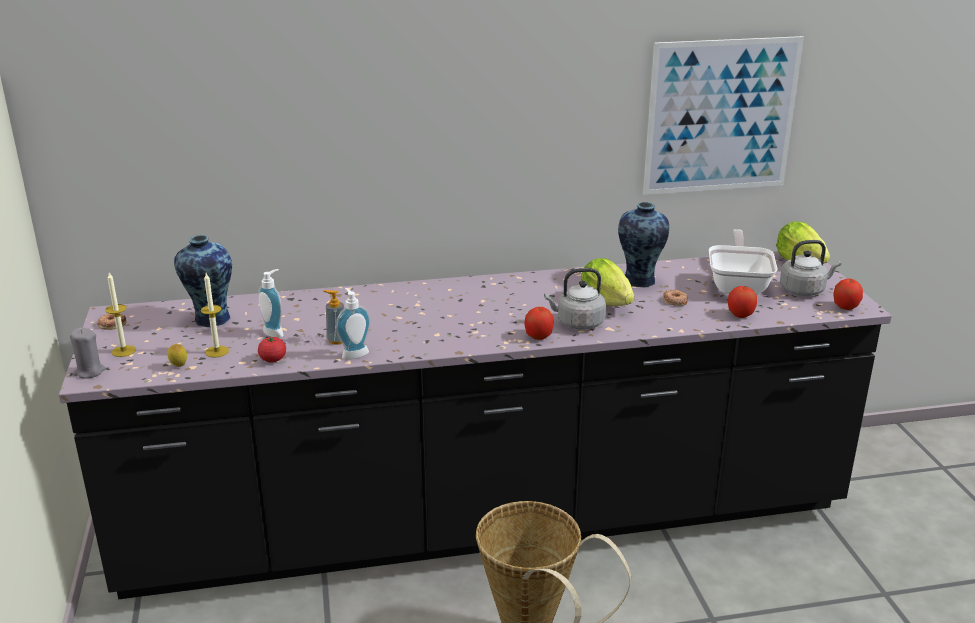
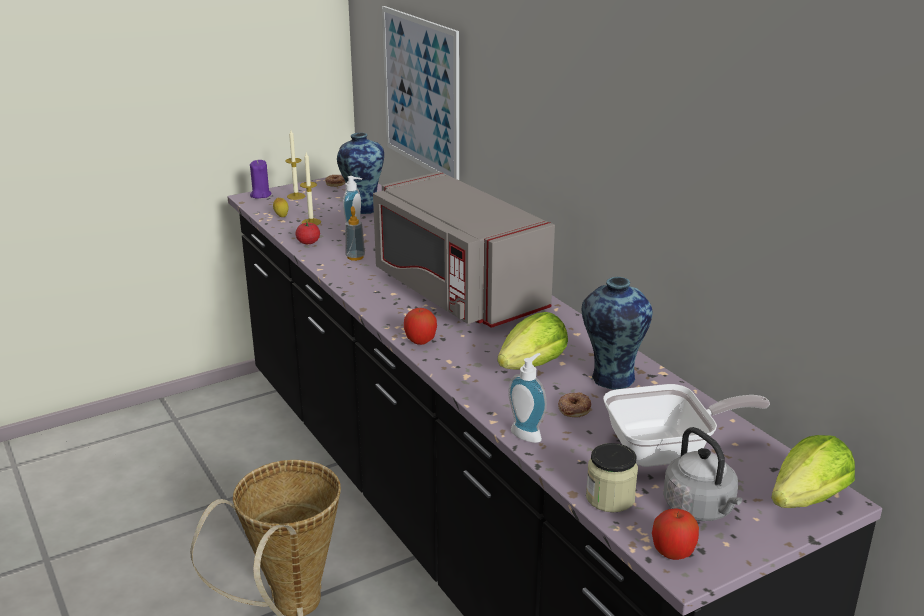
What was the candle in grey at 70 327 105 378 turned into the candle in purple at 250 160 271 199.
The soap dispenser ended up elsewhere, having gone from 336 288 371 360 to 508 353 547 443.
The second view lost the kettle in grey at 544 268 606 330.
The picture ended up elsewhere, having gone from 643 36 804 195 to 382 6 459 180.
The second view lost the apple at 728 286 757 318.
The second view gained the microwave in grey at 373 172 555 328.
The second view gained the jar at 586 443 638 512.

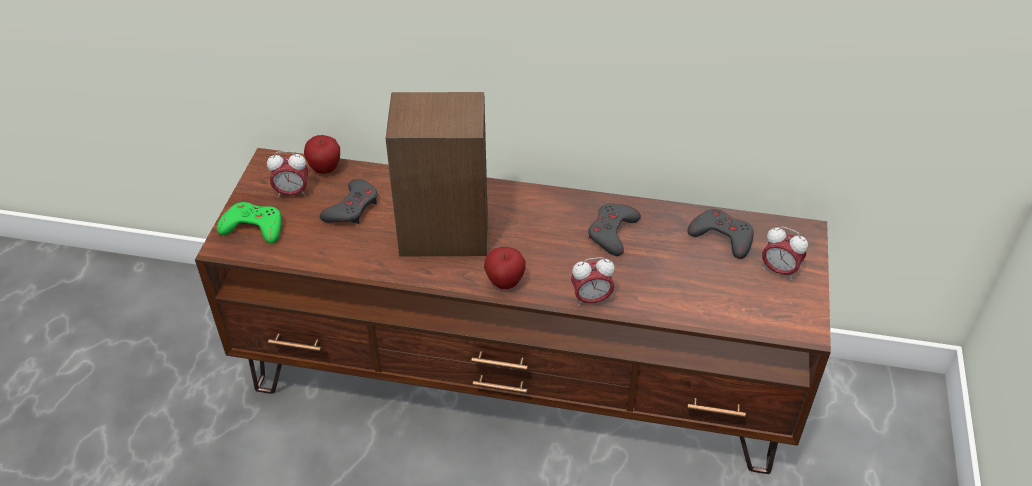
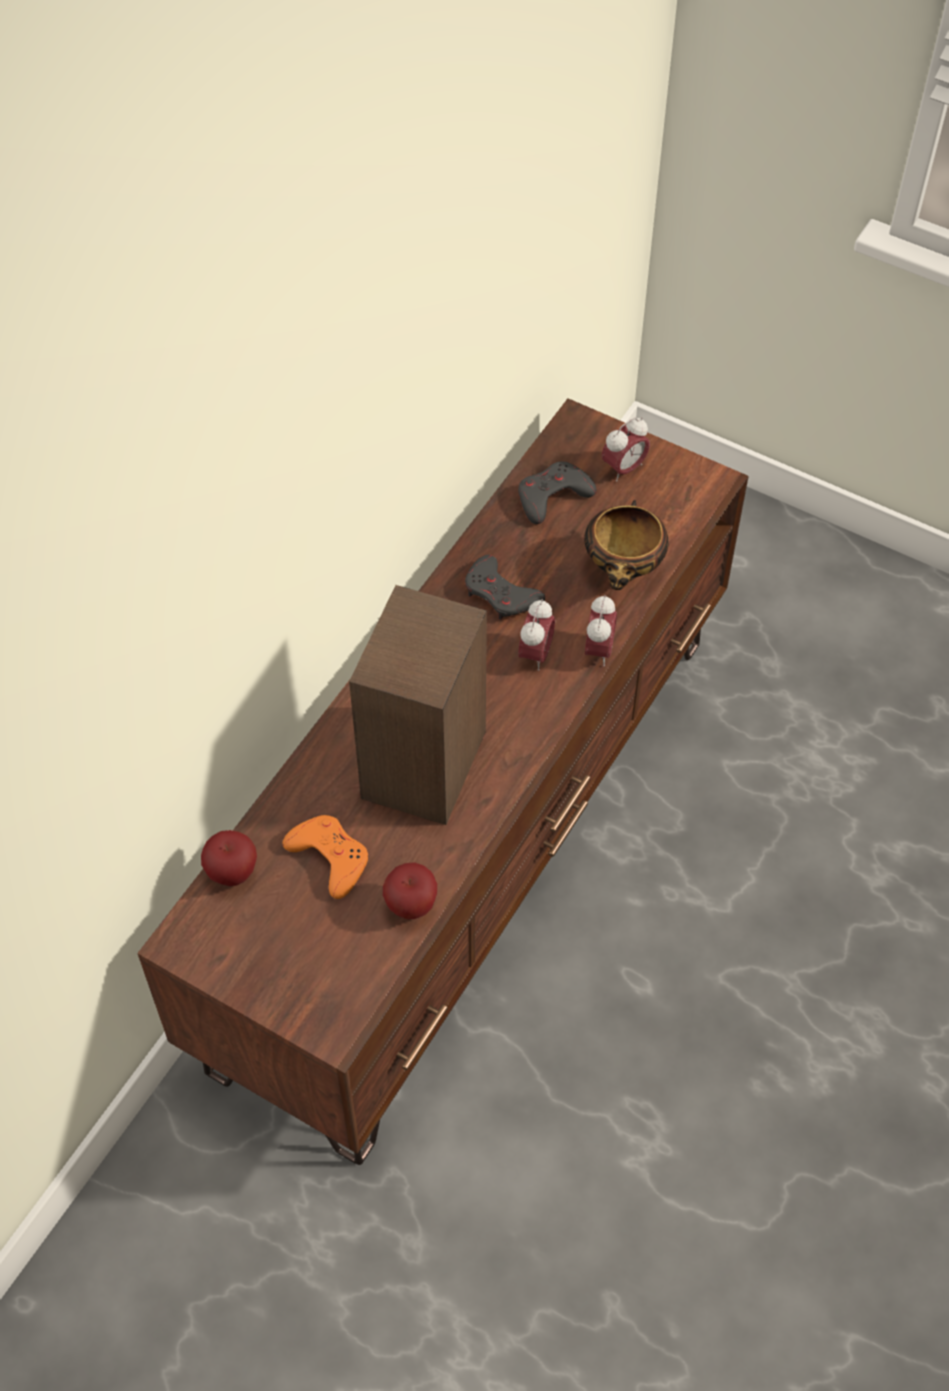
The second view lost the game controller in green at 217 202 281 243.
The alarm clock ended up elsewhere, having gone from 267 151 308 198 to 518 599 555 671.
What was the game controller in grey at 320 179 378 224 turned into the game controller in orange at 283 815 368 899.
The apple ended up elsewhere, having gone from 484 247 526 289 to 383 862 437 920.
The second view gained the bowl at 584 500 669 590.

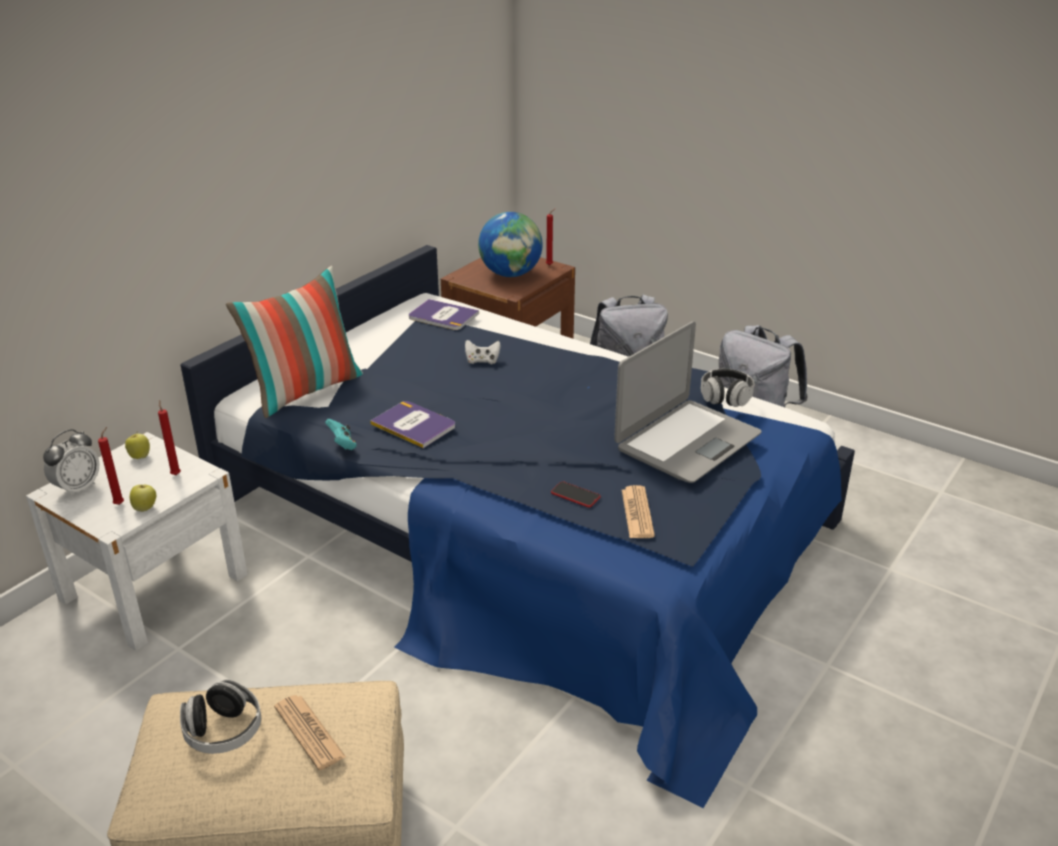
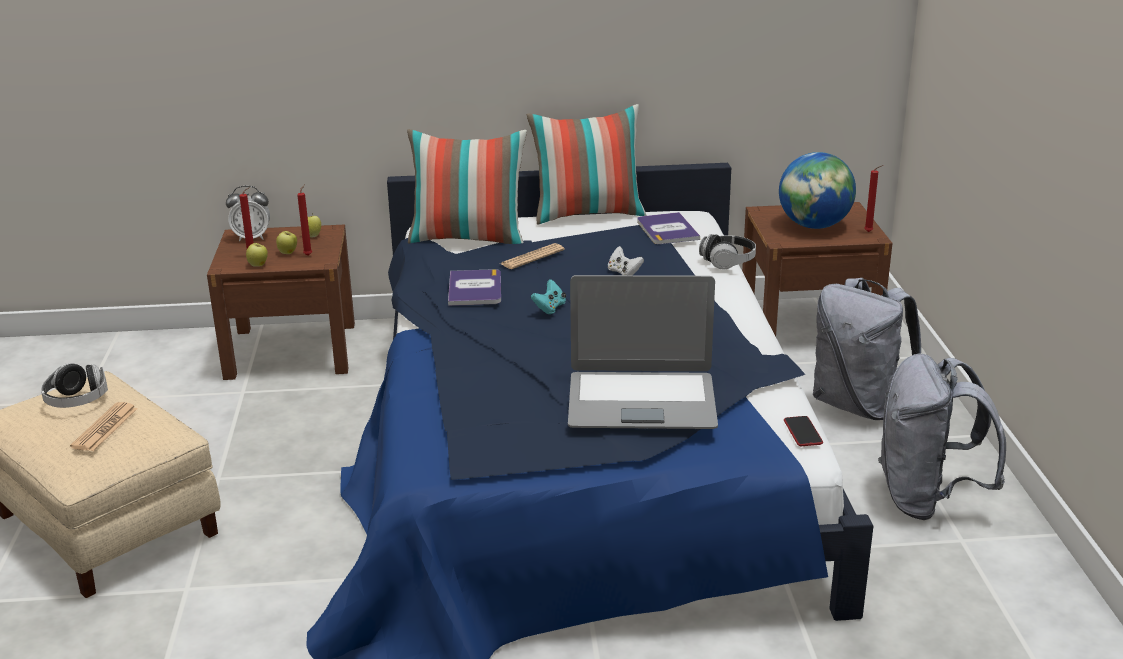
What was the nightstand in white at 26 432 248 651 turned into the nightstand in brown at 207 225 355 380.
The game controller in turquoise ended up elsewhere, having gone from 325 419 357 450 to 531 279 566 314.
The phone ended up elsewhere, having gone from 551 481 601 507 to 784 416 823 446.
The newspaper ended up elsewhere, having gone from 622 485 655 538 to 501 243 565 269.
The headphones ended up elsewhere, having gone from 701 369 754 407 to 699 234 756 269.
The second view gained the apple at 276 230 297 254.
The second view gained the pillow at 527 104 646 225.

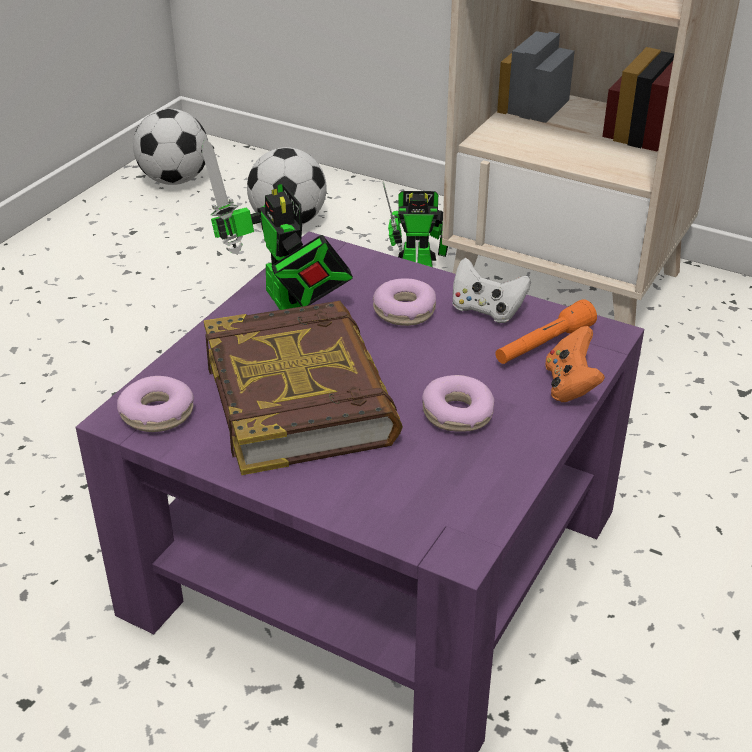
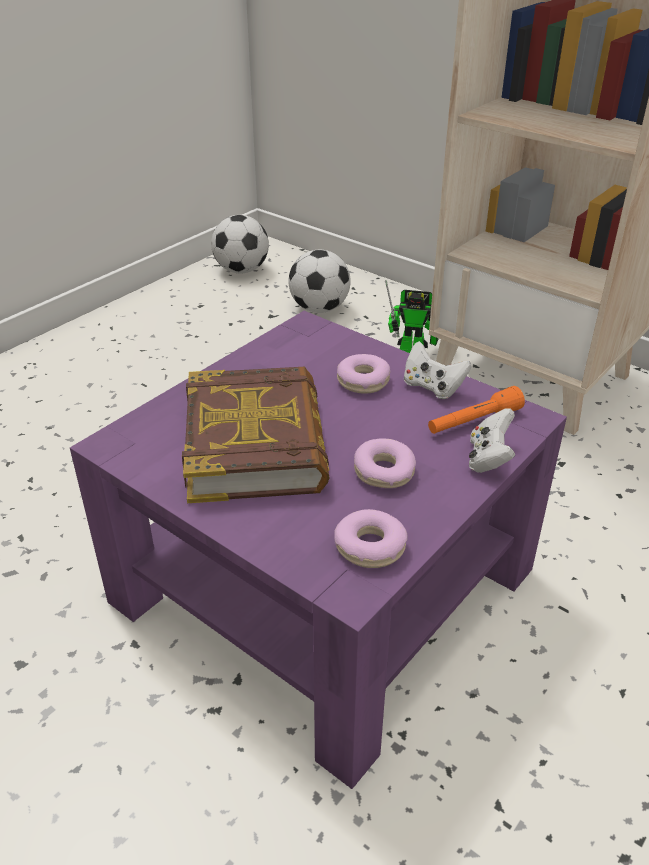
The donut ended up elsewhere, having gone from 117 376 194 432 to 334 509 408 568.
The second view lost the toy robot at 201 139 353 310.
What was the game controller in orange at 545 326 605 402 turned into the game controller in white at 469 408 515 473.

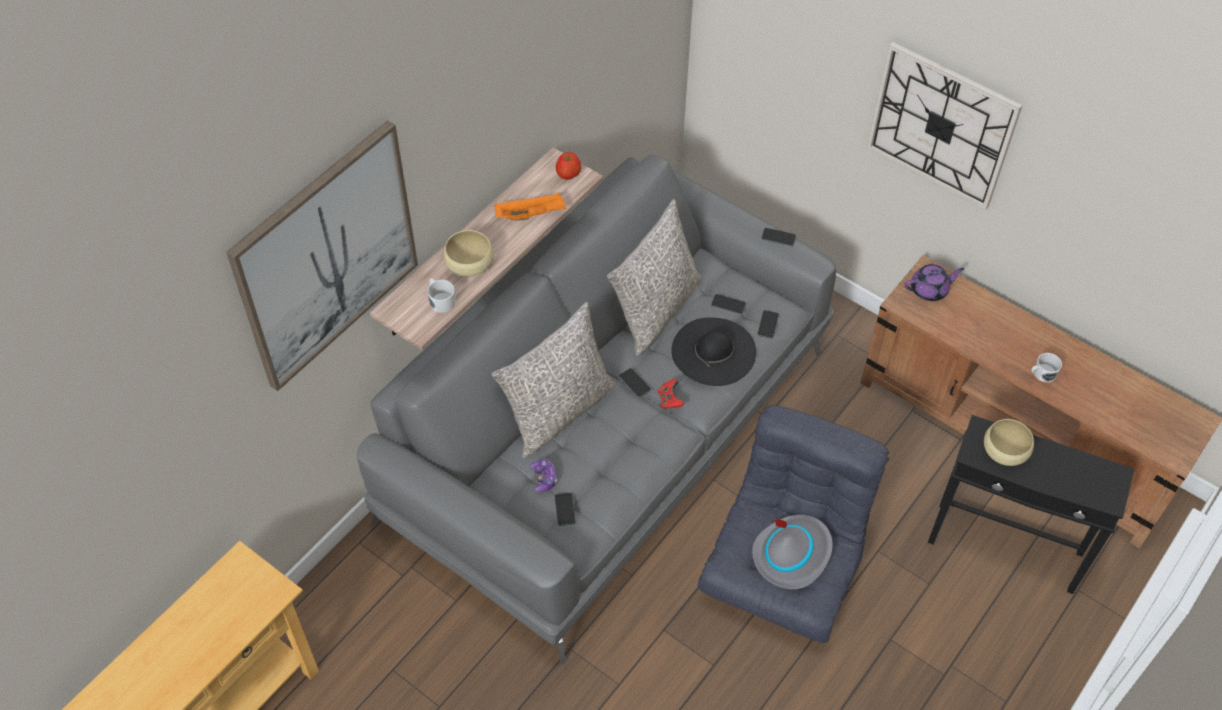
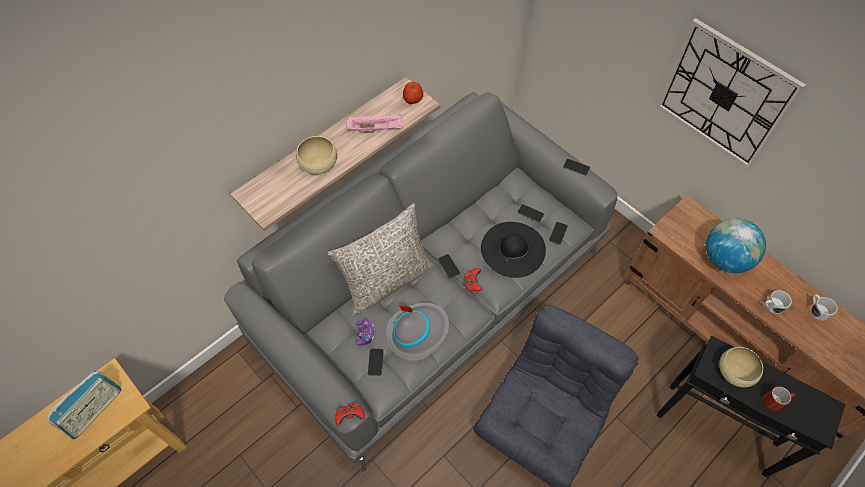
The second view lost the picture at 226 120 418 391.
The mug in white ended up elsewhere, having gone from 427 278 455 313 to 810 294 837 321.
What was the tray in orange at 494 192 566 220 turned into the tray in pink at 346 114 404 133.
The second view lost the pillow in grey at 607 199 702 356.
The hat in grey ended up elsewhere, having gone from 752 515 833 589 to 386 303 449 361.
The second view lost the teapot in purple at 905 264 964 301.
The second view gained the radio at 47 371 121 439.
The second view gained the game controller in red at 335 403 365 425.
The second view gained the globe at 706 218 766 273.
The second view gained the mug in red at 763 386 795 411.

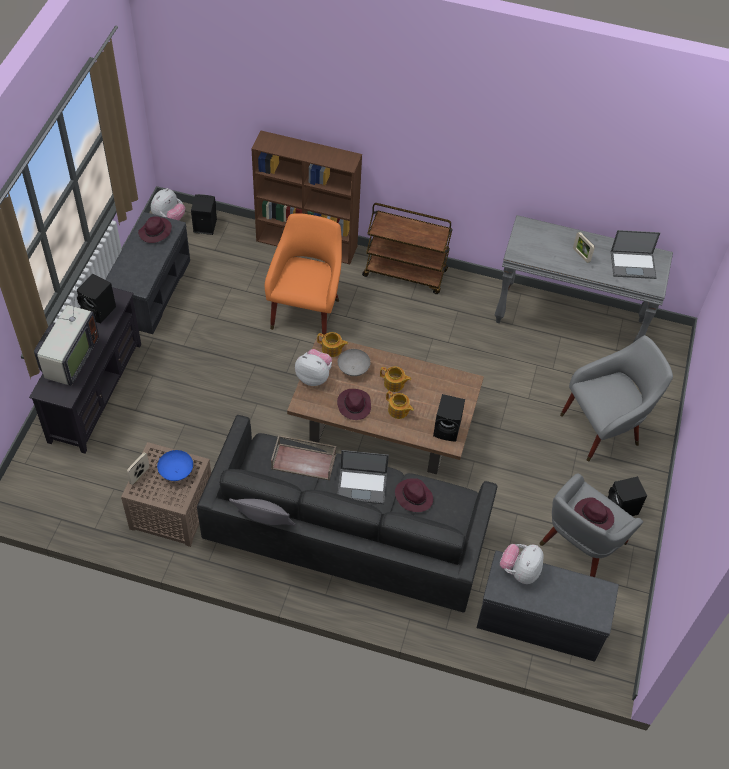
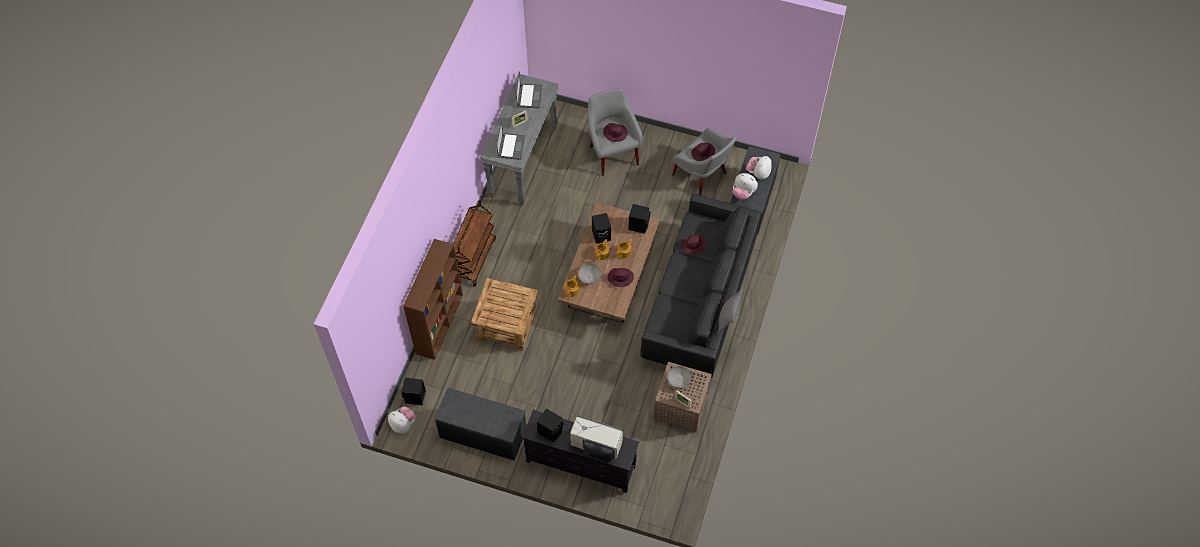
The hat in purple ended up elsewhere, having gone from 138 216 172 243 to 603 123 628 142.
What was the bowl in blue at 157 450 193 481 turned into the bowl in grey at 668 366 692 388.
Where the armchair in orange stood at 265 213 342 335, the side table in brown came to stand at 471 278 538 351.
The second view lost the tray in brown at 271 435 336 480.
The plush toy ended up elsewhere, having gone from 295 349 332 386 to 746 156 772 179.
The laptop ended up elsewhere, having gone from 338 450 389 504 to 496 121 525 160.
The speaker in black ended up elsewhere, having gone from 608 476 647 516 to 592 213 611 244.

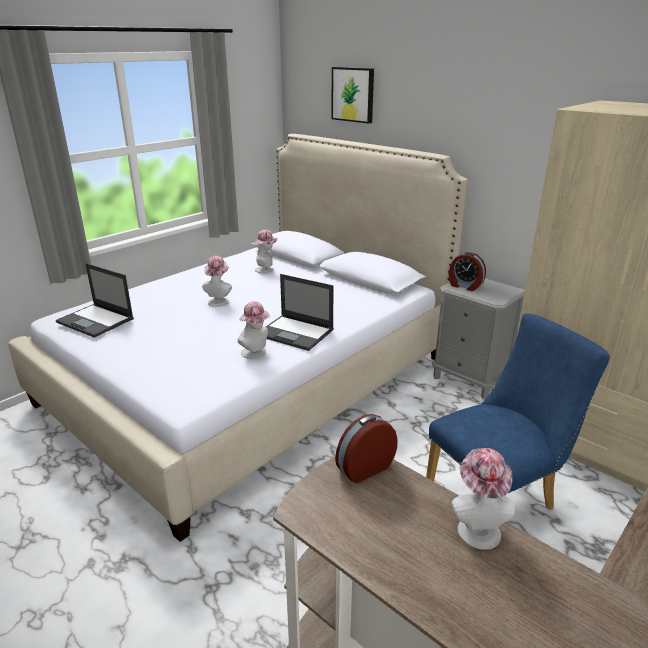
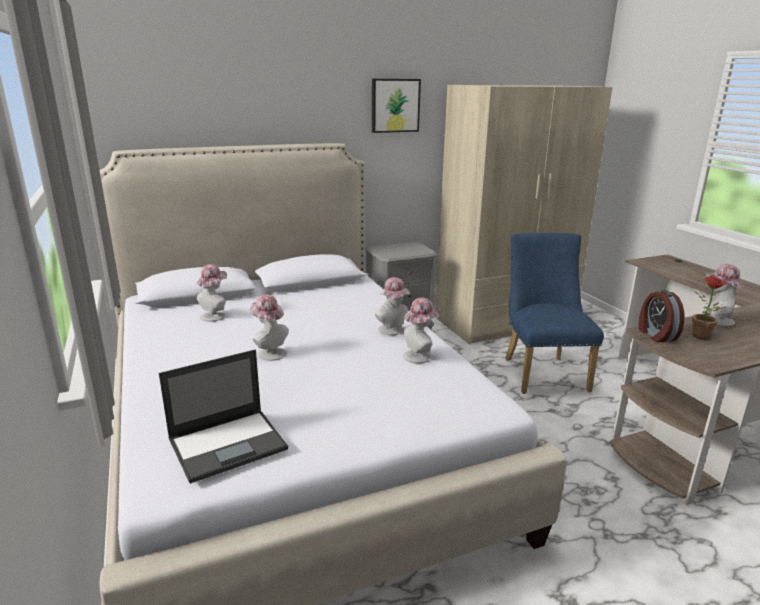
Where the laptop stood at 266 274 334 351, the hat came to stand at 375 277 410 335.
The picture ended up elsewhere, having gone from 331 67 374 124 to 372 79 421 133.
The second view lost the alarm clock at 449 252 486 291.
The second view gained the potted plant at 692 276 727 340.

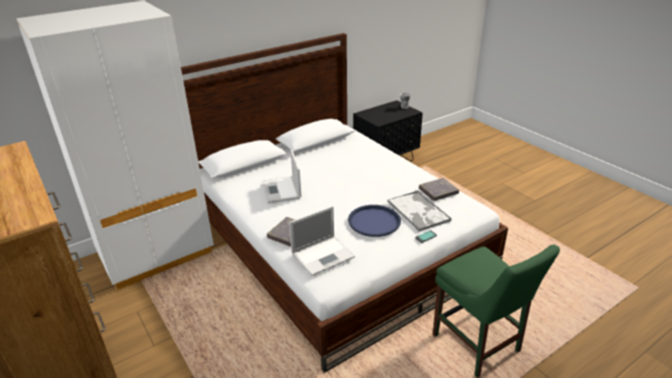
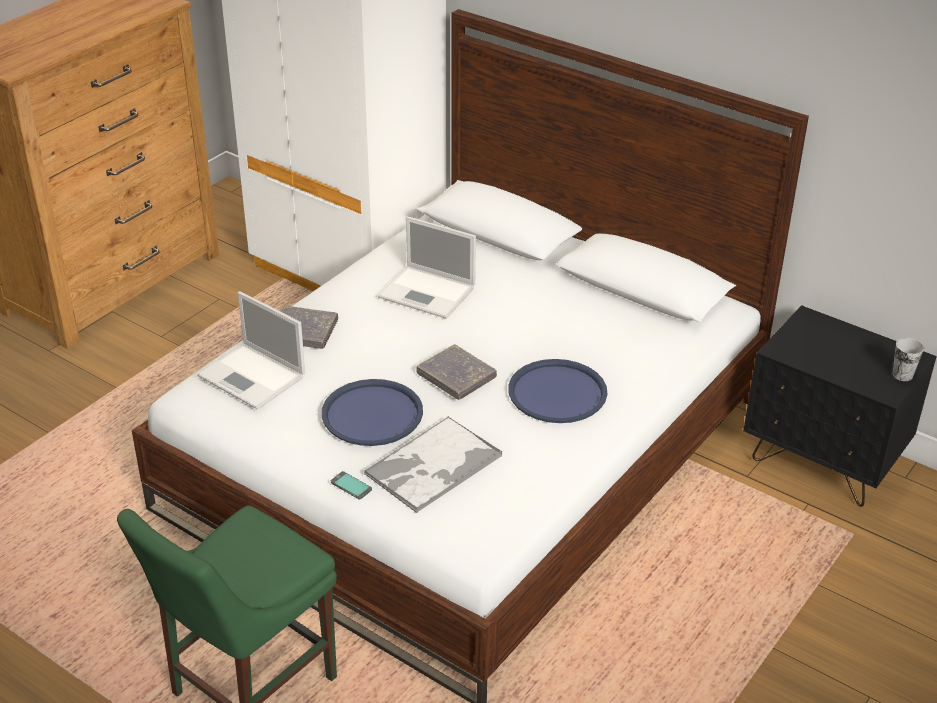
The laptop at 263 150 302 204 ended up facing another way, 120 degrees counterclockwise from before.
The book in grey ended up elsewhere, having gone from 419 178 459 201 to 416 344 497 400.
The second view gained the tray in blue at 508 359 607 423.

